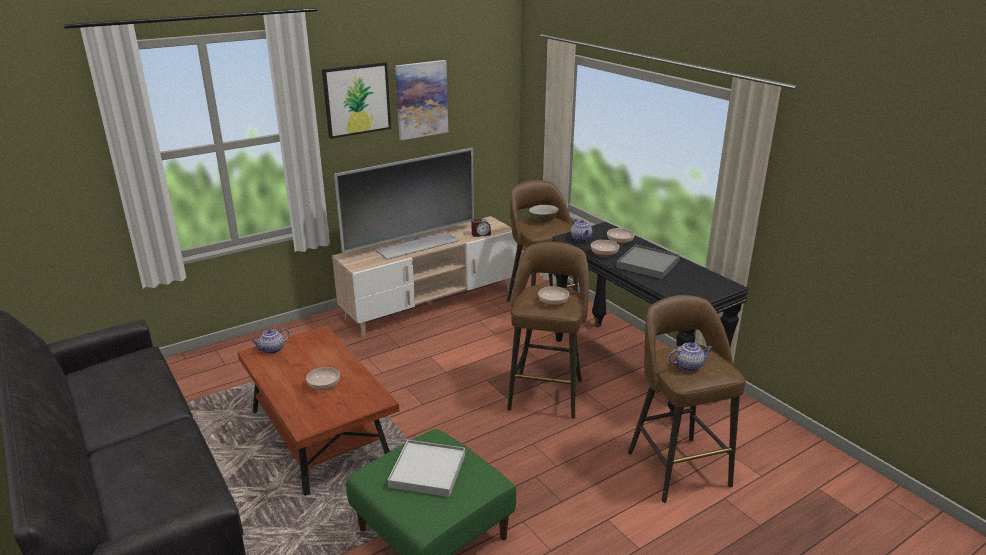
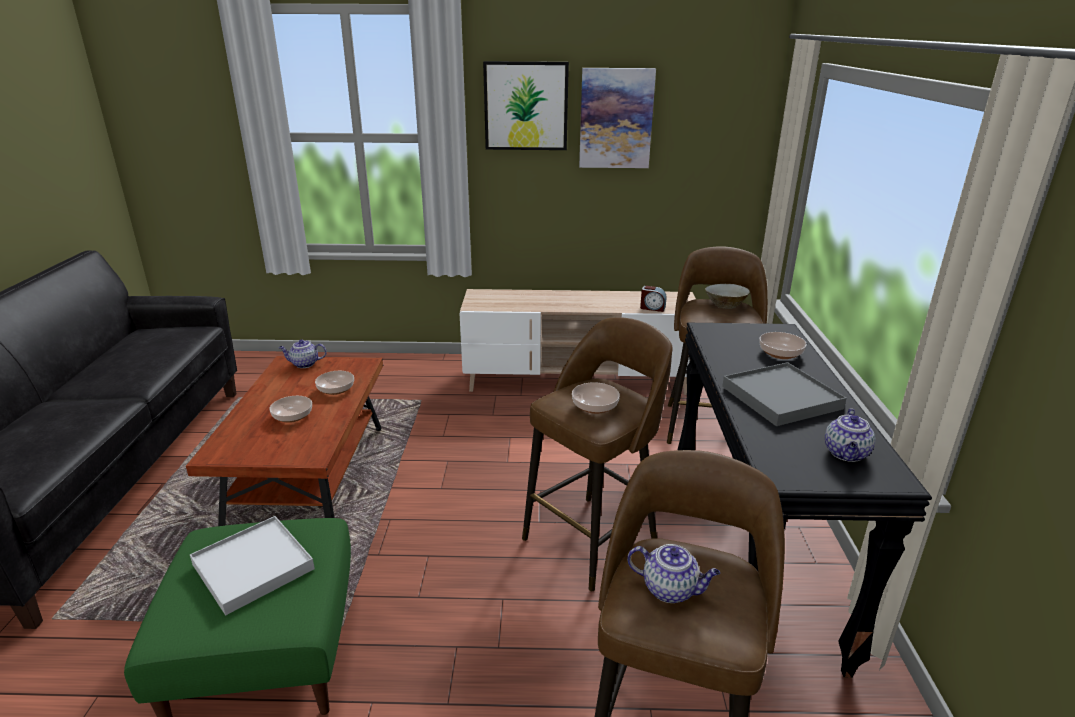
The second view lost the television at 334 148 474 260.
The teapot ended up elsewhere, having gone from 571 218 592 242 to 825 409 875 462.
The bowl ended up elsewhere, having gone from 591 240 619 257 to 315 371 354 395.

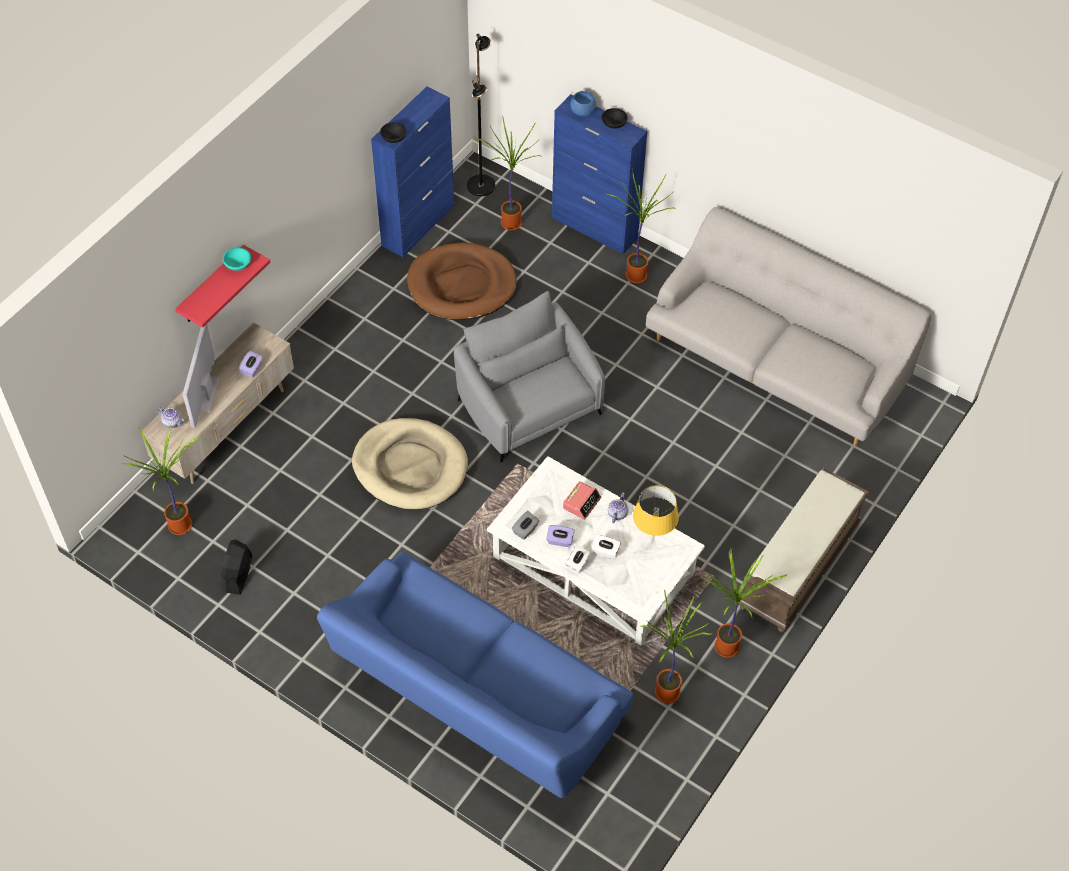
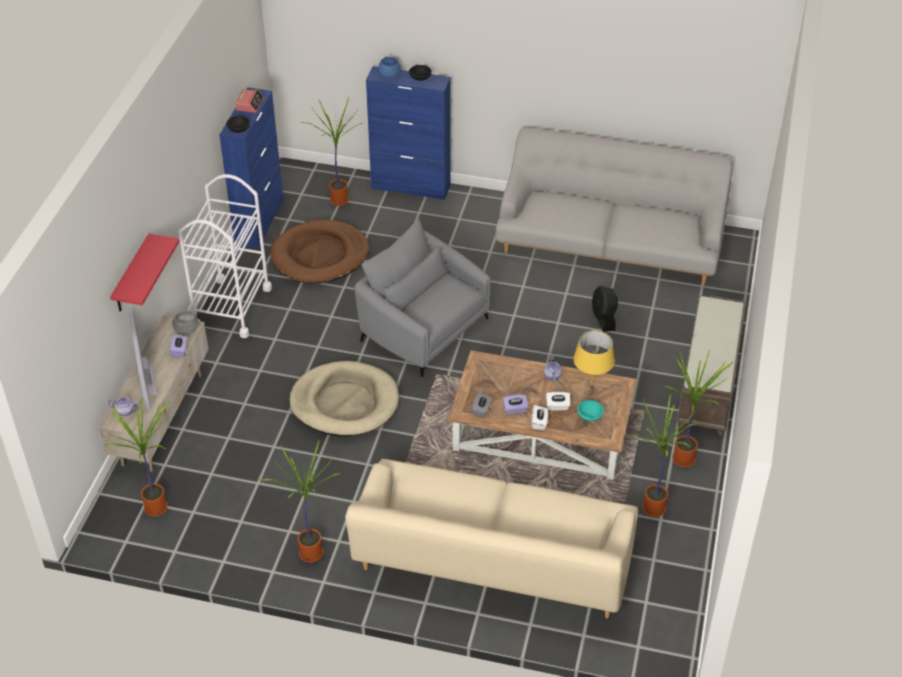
The fan in black ended up elsewhere, having gone from 221 539 252 595 to 592 286 618 332.
The bowl in turquoise ended up elsewhere, having gone from 223 248 251 271 to 577 400 604 421.
What was the sofa in blue at 317 552 633 798 turned into the sofa in beige at 345 459 638 618.
The second view lost the floor lamp in black at 467 34 495 196.
What was the coffee table in white at 487 456 705 646 turned into the coffee table in brown at 448 350 637 480.
The alarm clock ended up elsewhere, having gone from 563 481 601 520 to 235 89 264 113.
The potted plant ended up elsewhere, having gone from 605 169 676 284 to 259 440 341 563.
The second view gained the bowl in grey at 172 310 198 335.
The second view gained the cart in white at 178 174 272 338.

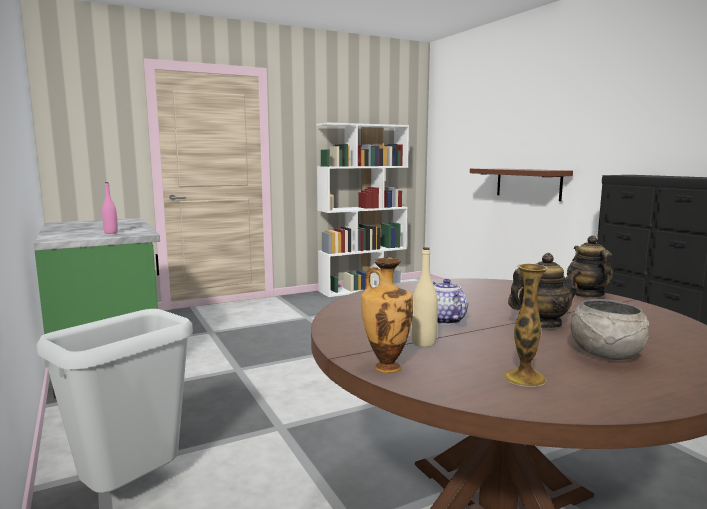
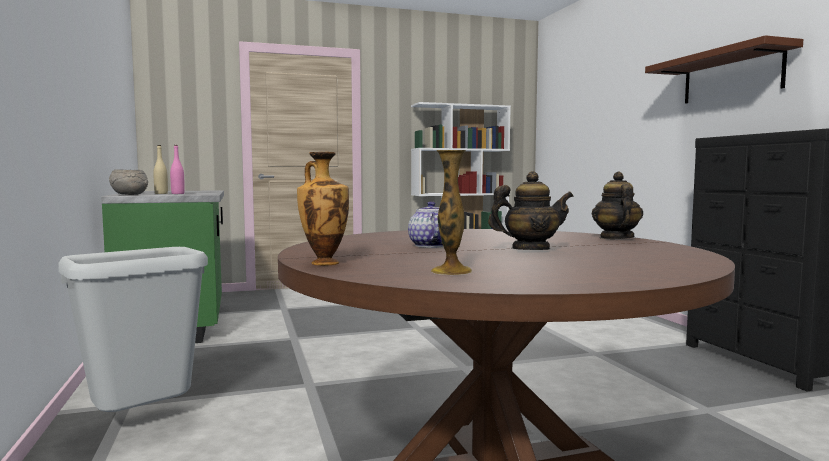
The bottle in beige ended up elsewhere, having gone from 411 247 438 347 to 153 145 168 194.
The shelf in brown ended up elsewhere, having gone from 470 168 573 201 to 645 35 803 104.
The bowl in grey ended up elsewhere, having gone from 570 299 649 360 to 109 169 148 195.

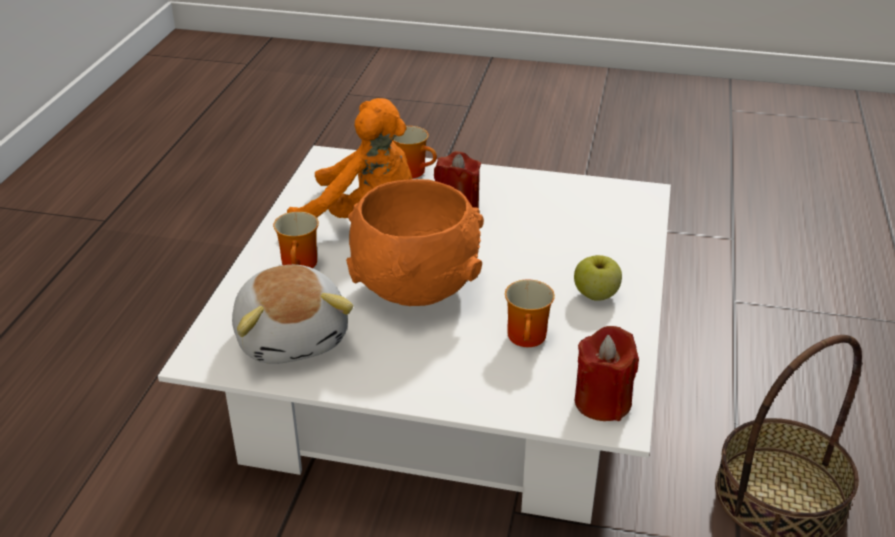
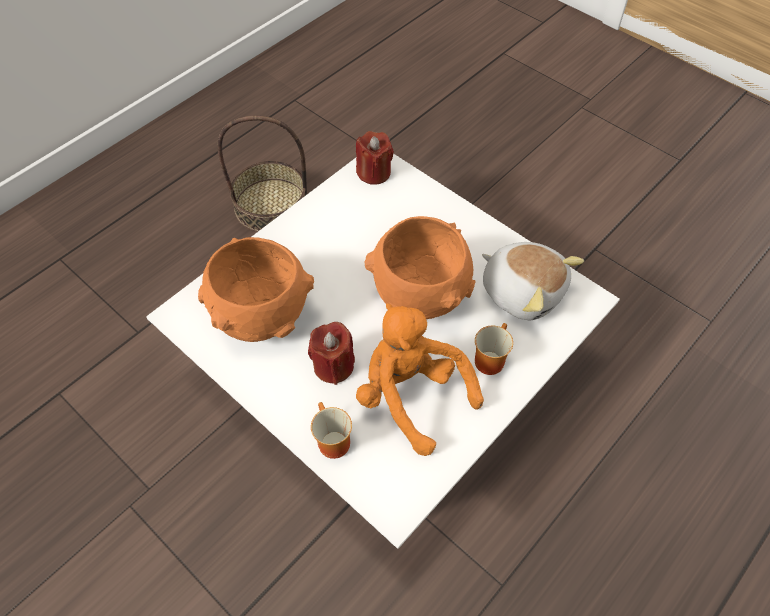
The plush toy at 232 265 353 364 ended up facing another way, 120 degrees clockwise from before.
The second view lost the mug at 505 280 555 347.
The second view lost the apple at 574 255 622 301.
The second view gained the bowl in orange at 198 237 314 342.

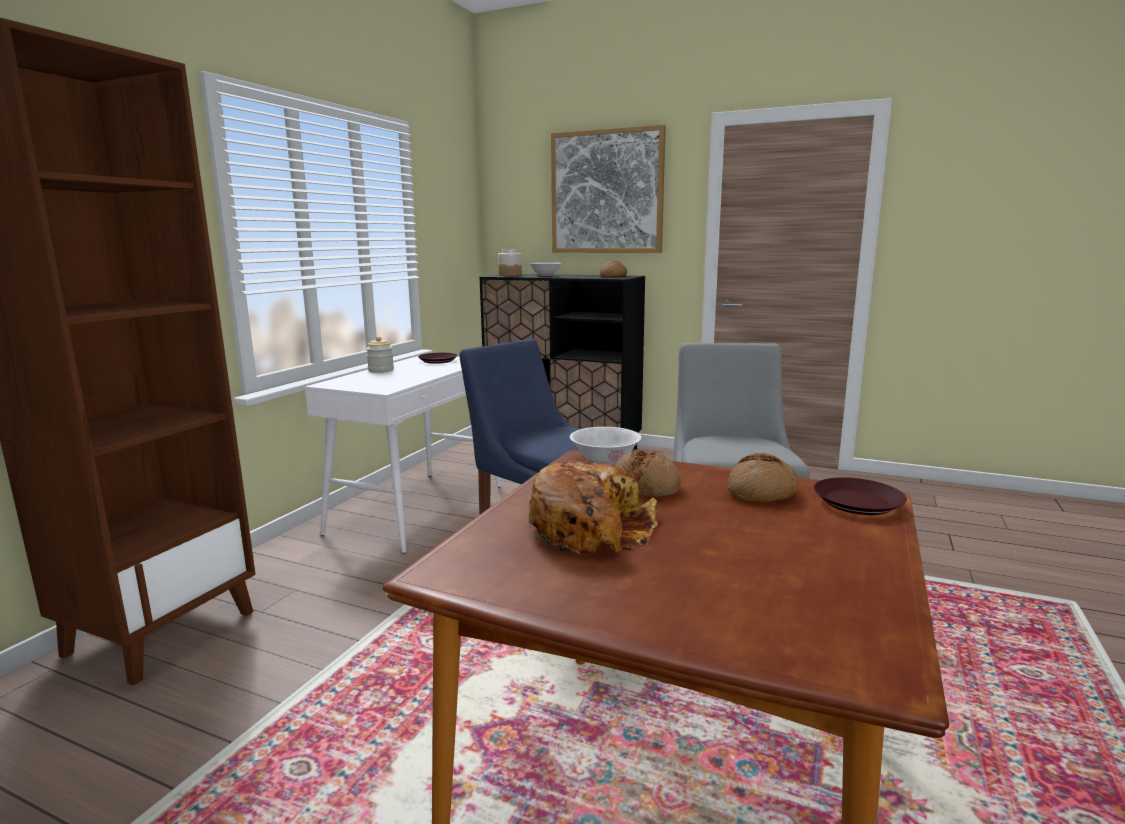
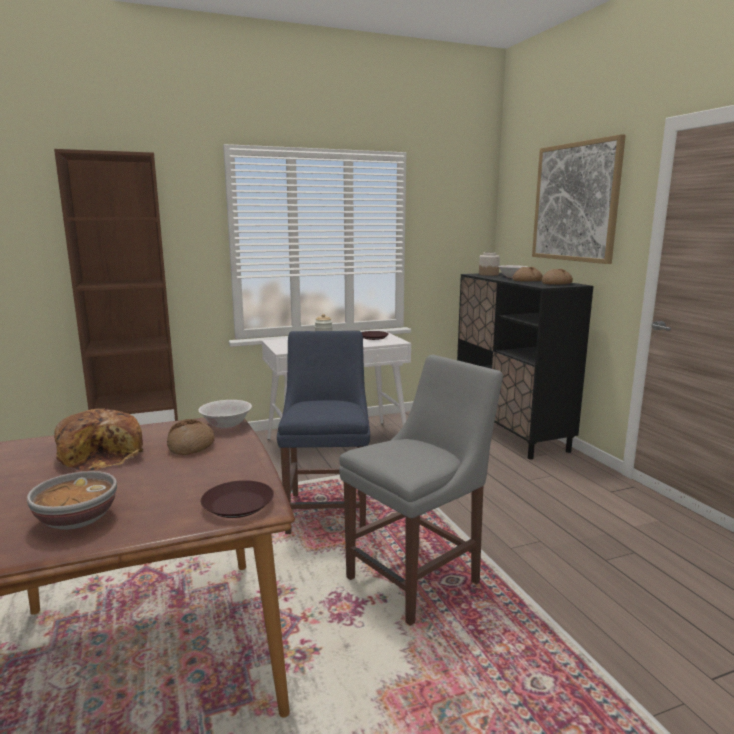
The bread ended up elsewhere, having gone from 727 453 799 502 to 513 267 543 282.
The second view gained the bowl at 27 471 117 530.

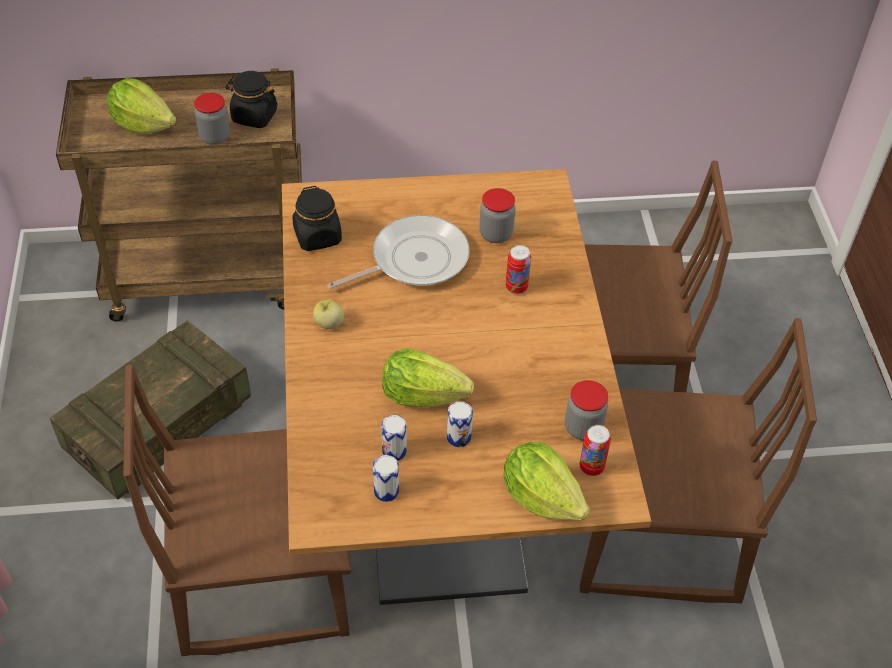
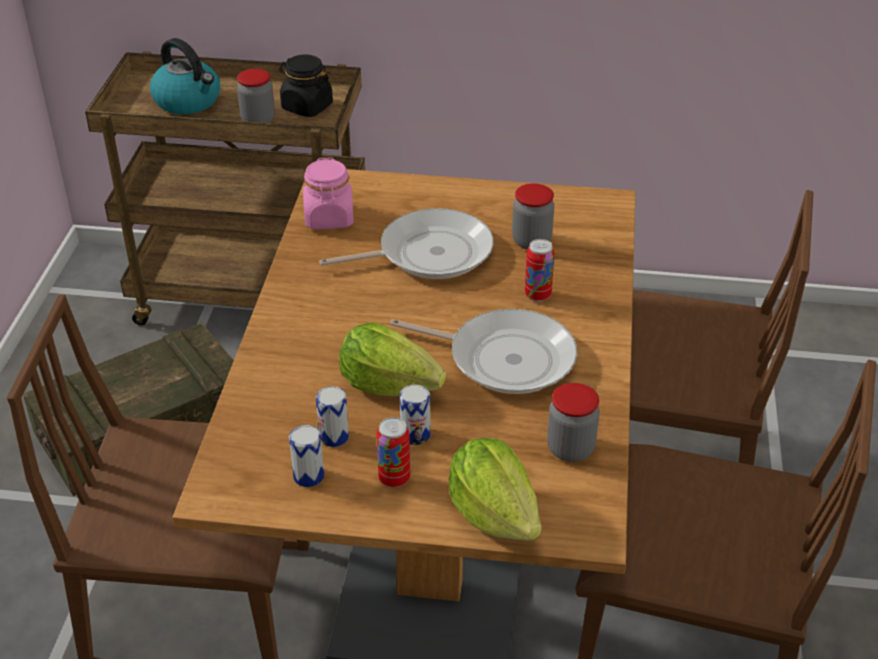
Where the lettuce stood at 107 78 176 134, the kettle came to stand at 150 38 220 114.
What was the jar in black at 292 186 342 251 turned into the jar in pink at 303 157 354 229.
The second view lost the apple at 313 299 344 329.
The can ended up elsewhere, having gone from 579 425 611 476 to 377 417 410 488.
The second view gained the frying pan at 390 309 577 394.

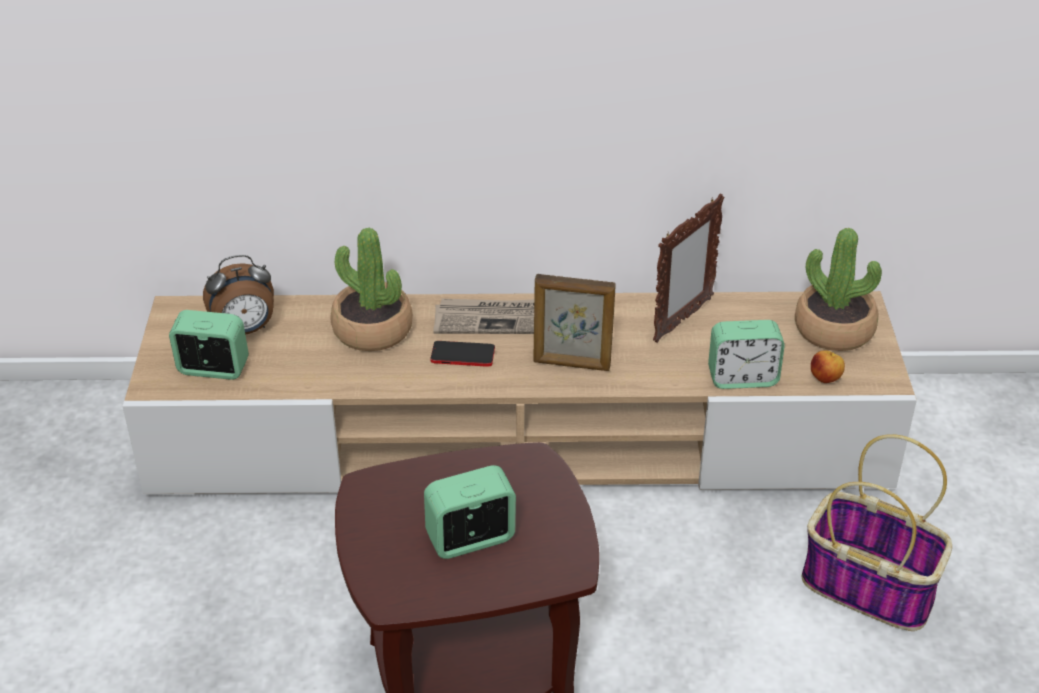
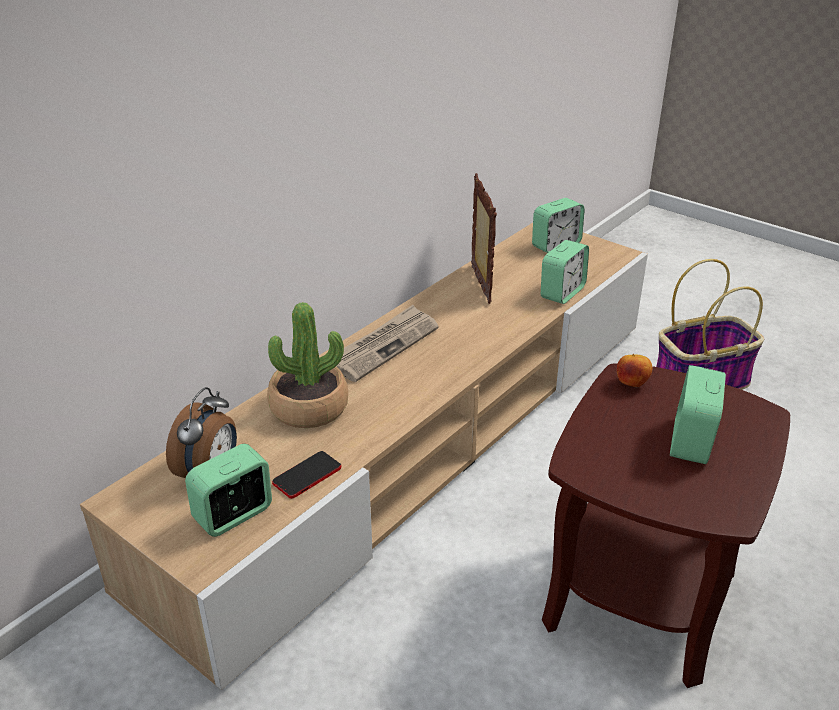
The phone ended up elsewhere, having gone from 430 341 495 367 to 272 451 341 499.
The second view lost the picture frame at 533 274 616 371.
Where the potted plant stood at 795 228 882 351, the alarm clock came to stand at 532 198 585 253.
The apple ended up elsewhere, having gone from 811 350 845 383 to 617 354 652 387.

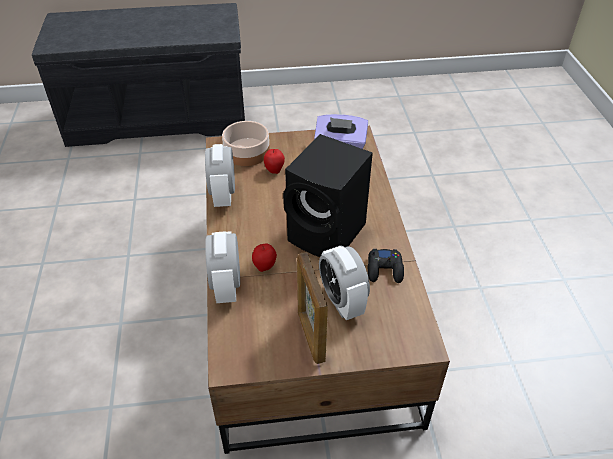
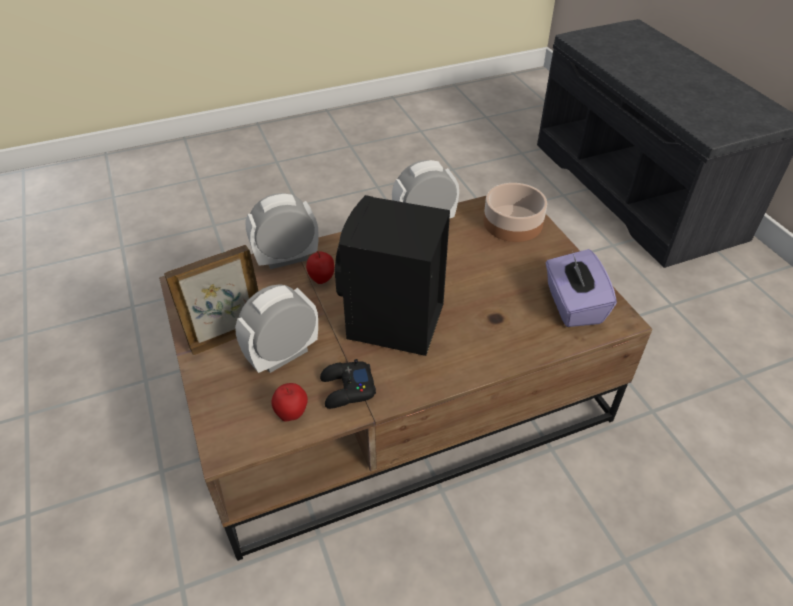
The apple ended up elsewhere, having gone from 264 149 285 174 to 272 383 308 422.

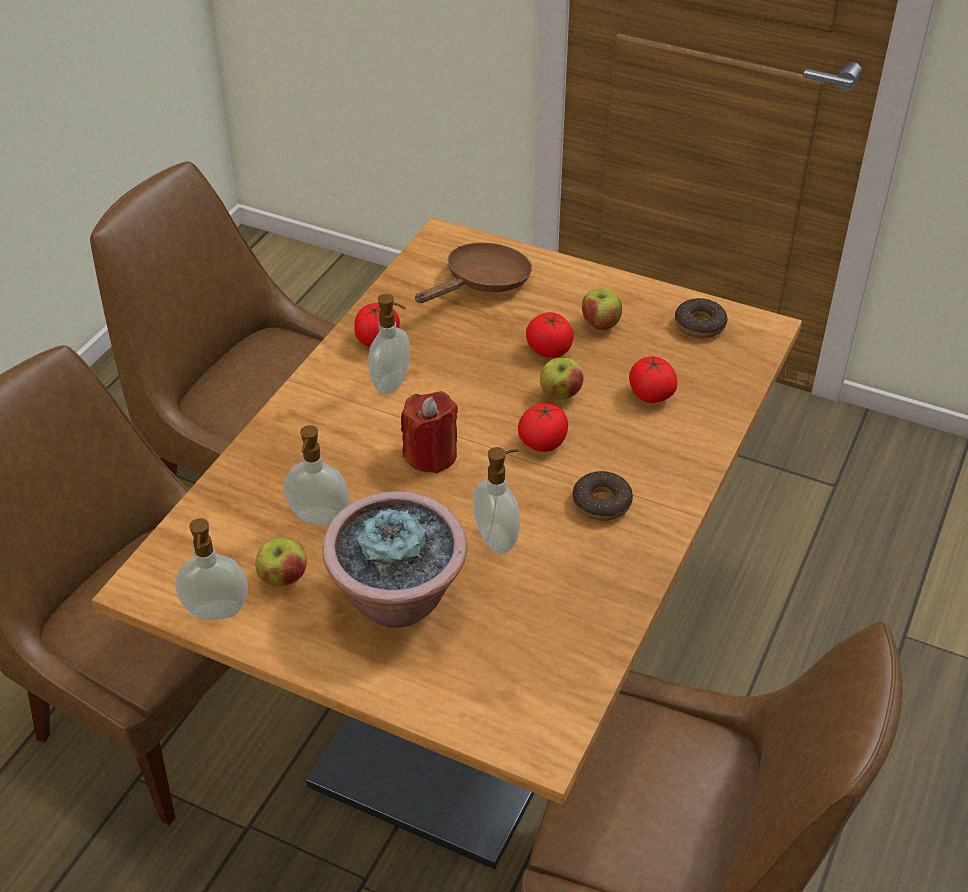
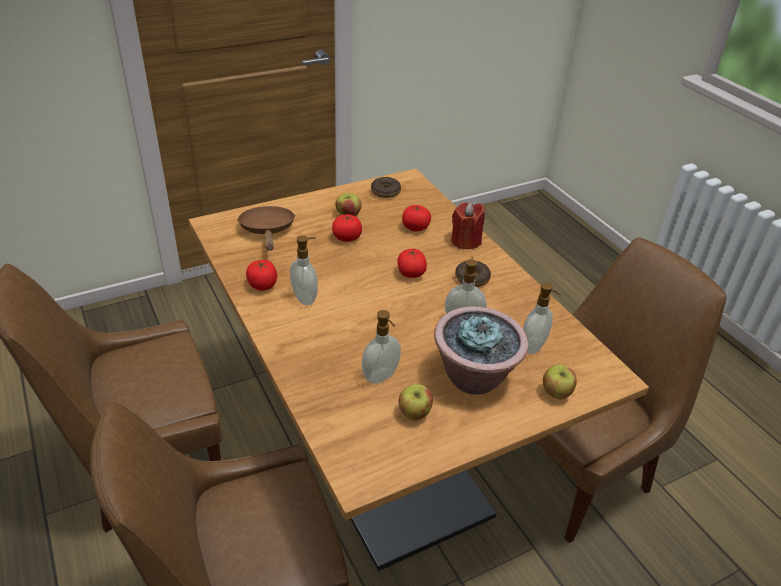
The soap dispenser ended up elsewhere, having gone from 176 518 248 620 to 523 282 561 354.
The candle in red ended up elsewhere, having gone from 401 391 458 473 to 451 202 485 249.
The apple ended up elsewhere, having gone from 540 358 584 400 to 543 365 577 399.

